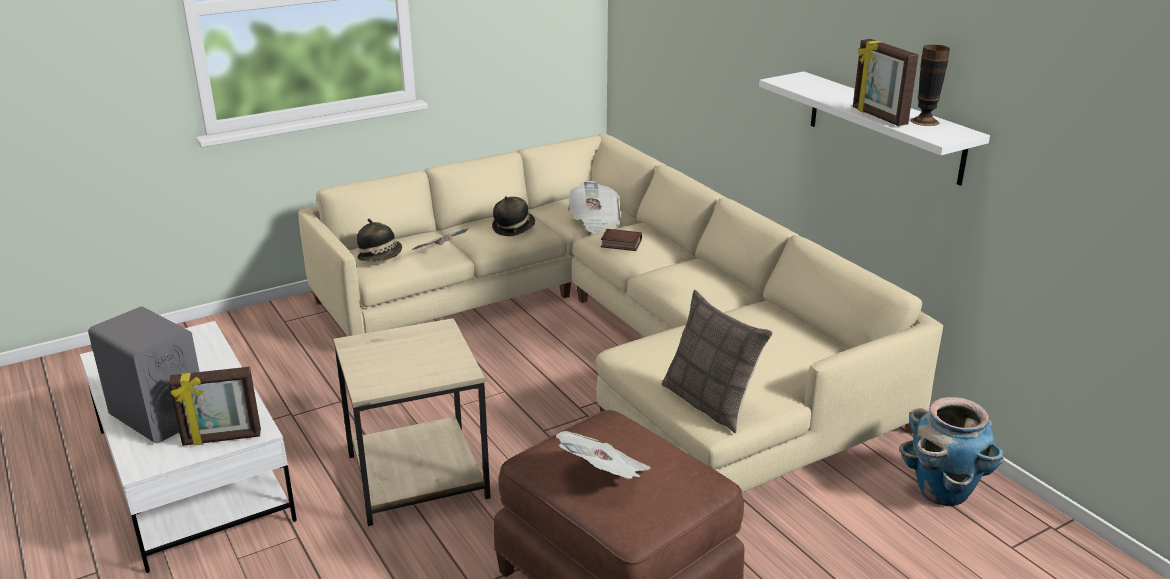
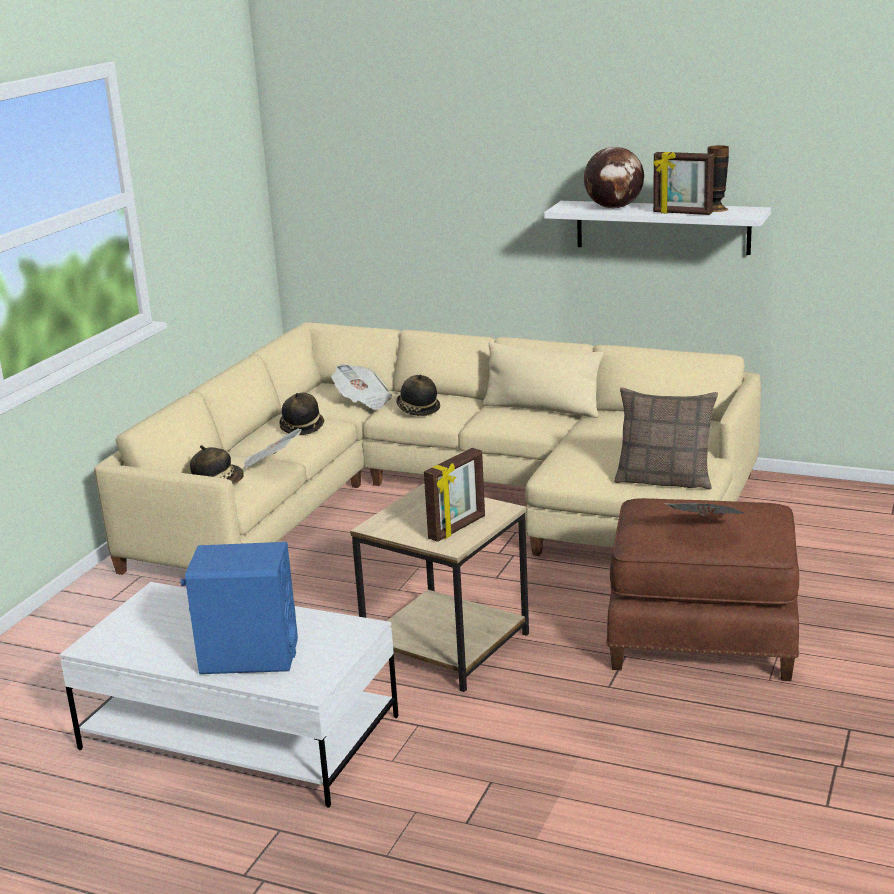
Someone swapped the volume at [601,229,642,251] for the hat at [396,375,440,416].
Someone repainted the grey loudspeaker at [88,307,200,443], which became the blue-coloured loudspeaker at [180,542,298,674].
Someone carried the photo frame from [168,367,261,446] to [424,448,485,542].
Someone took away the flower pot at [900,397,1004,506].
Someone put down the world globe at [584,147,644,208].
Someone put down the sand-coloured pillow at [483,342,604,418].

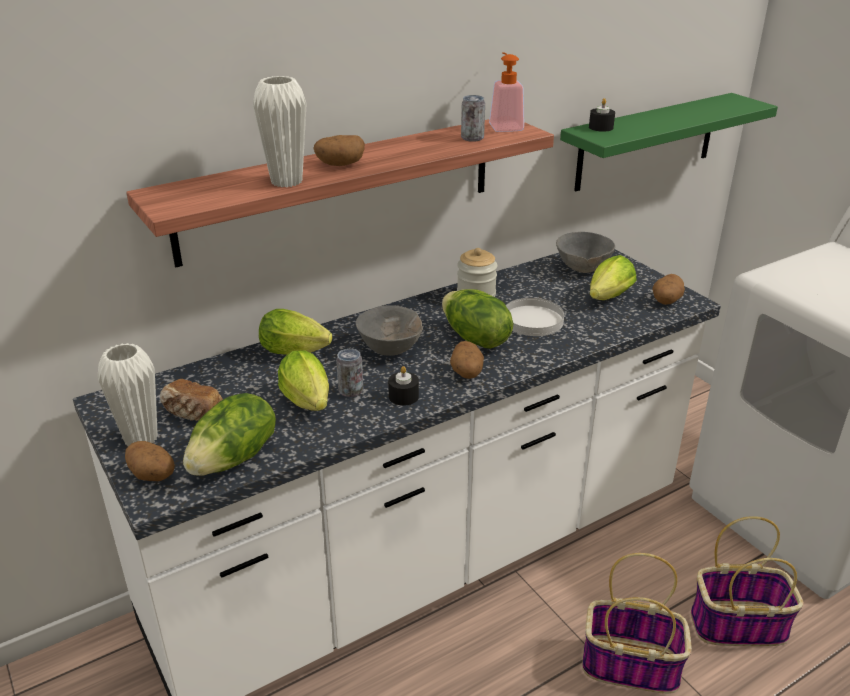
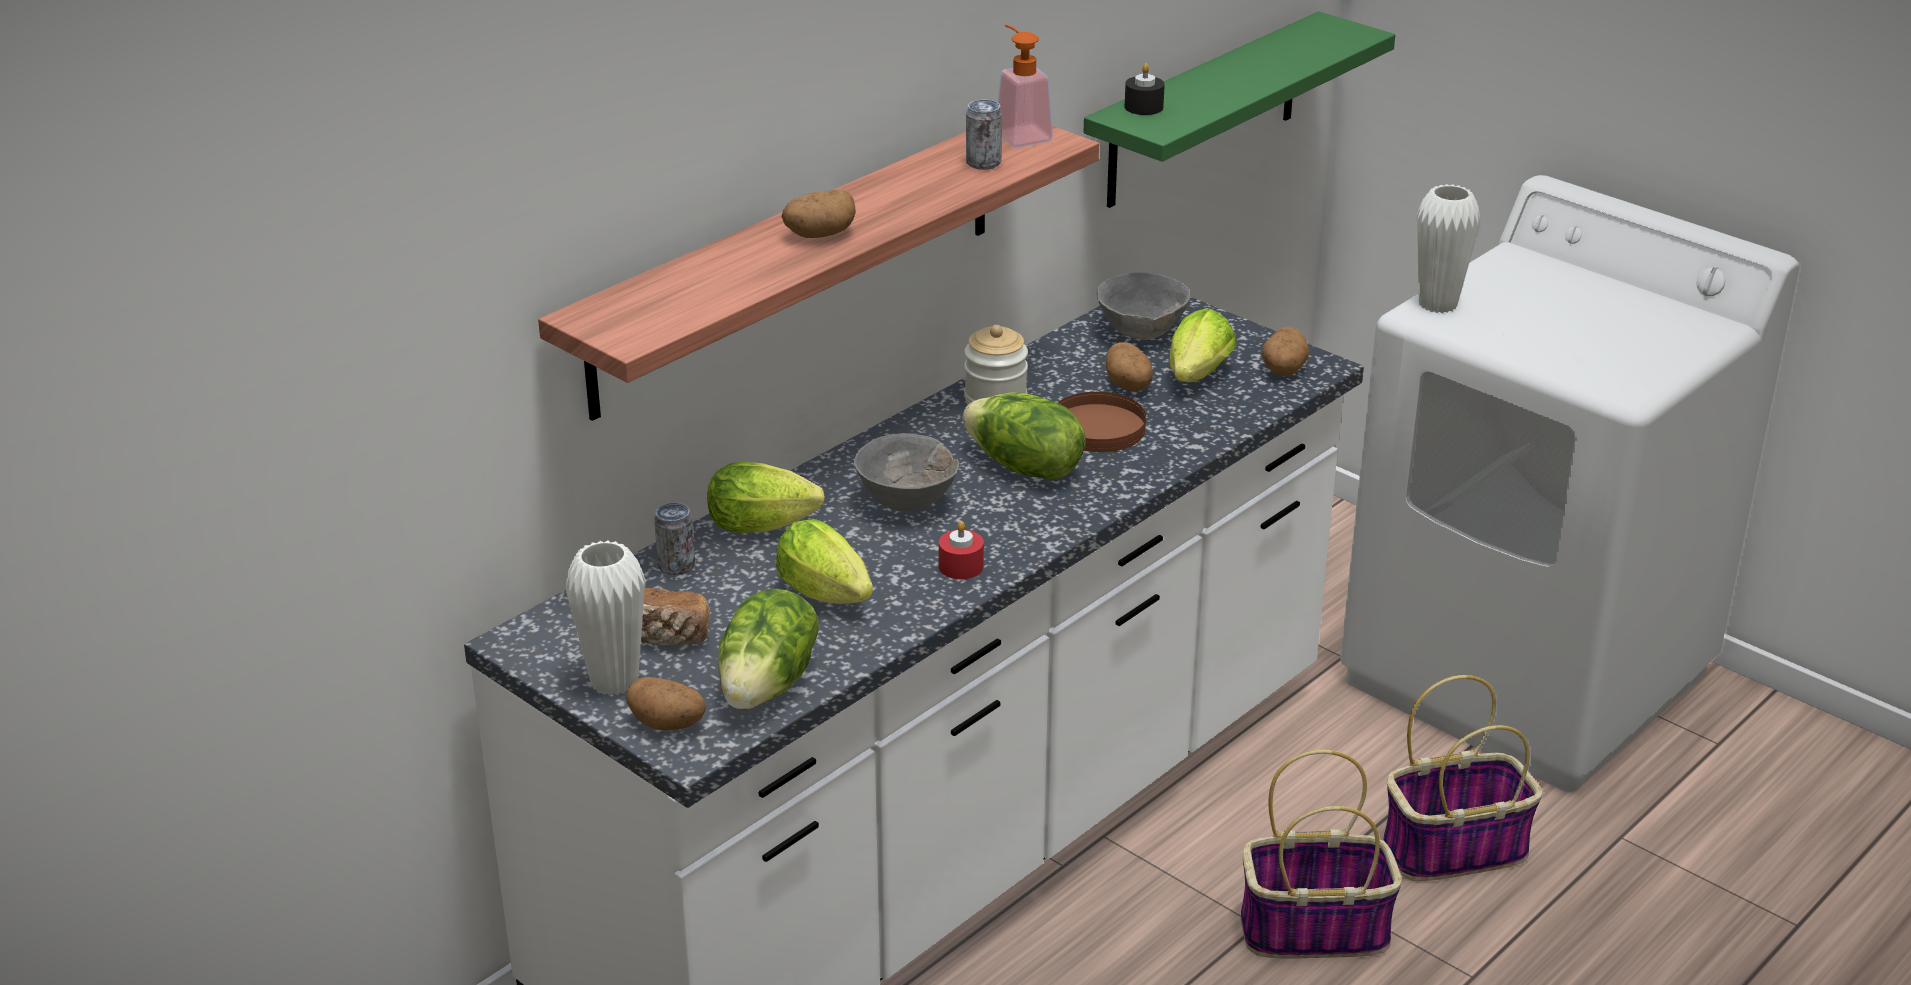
Someone carried the whitish flower vase from [253,76,307,187] to [1416,184,1481,313].
Someone repainted the whitish flat dish at [506,298,564,336], which became the brownish flat dish at [1058,392,1146,452].
Someone carried the whole potato from [450,341,484,379] to [1106,342,1153,391].
Someone carried the metal can from [336,349,363,397] to [654,502,695,575].
Someone repainted the blackish wax light at [388,366,419,406], which became the red-coloured wax light at [939,521,984,579].

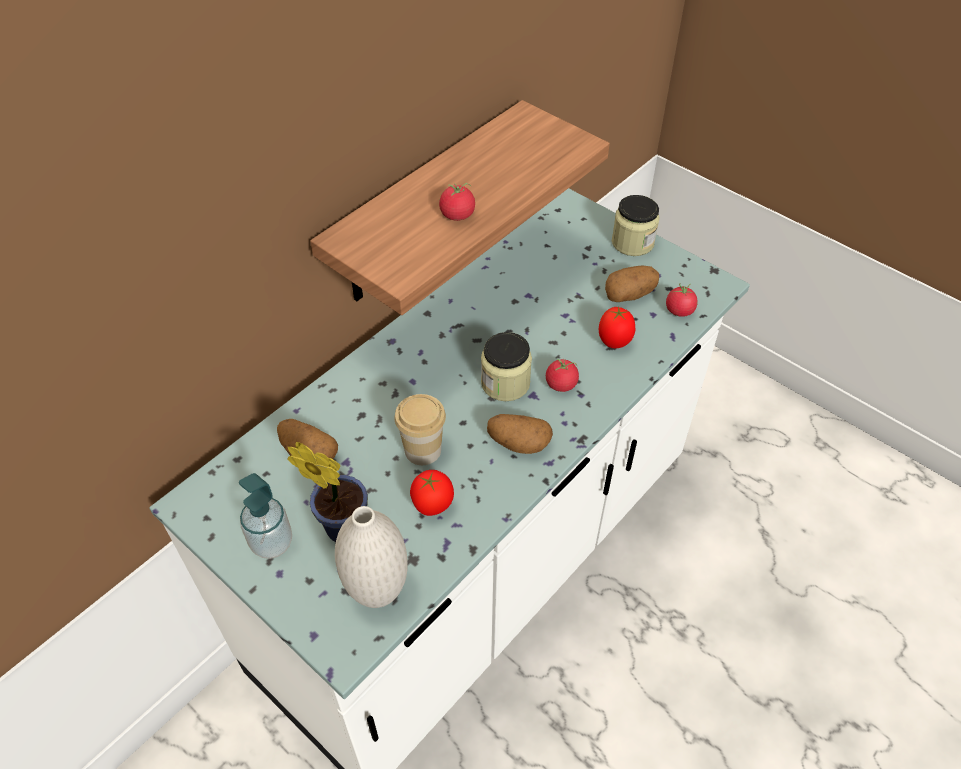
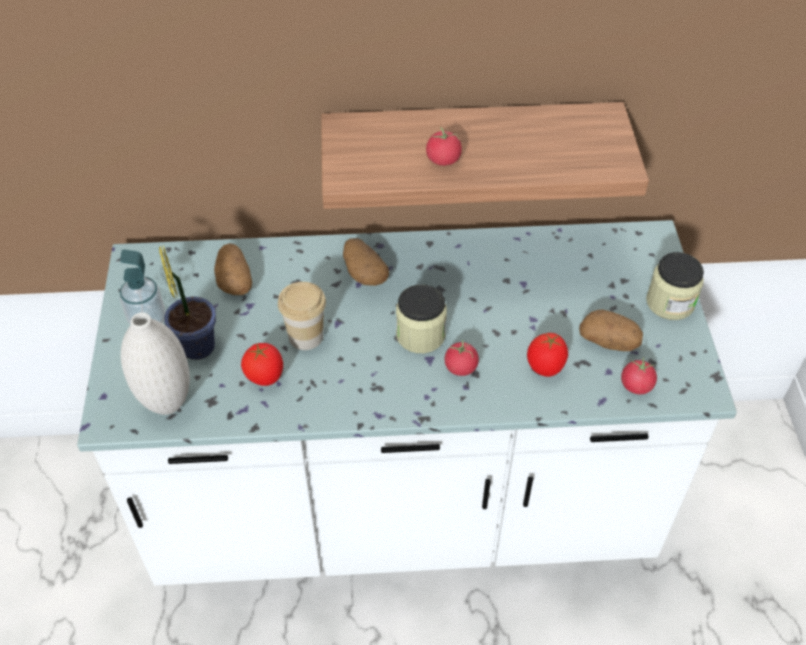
Someone carried the whole potato from [487,414,553,454] to [343,238,389,286].

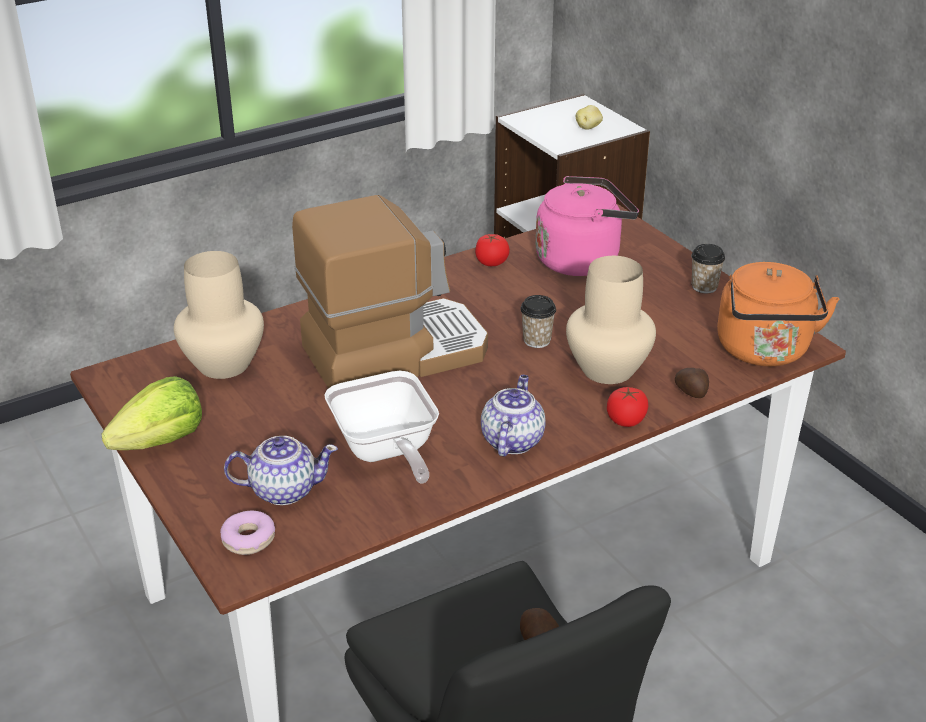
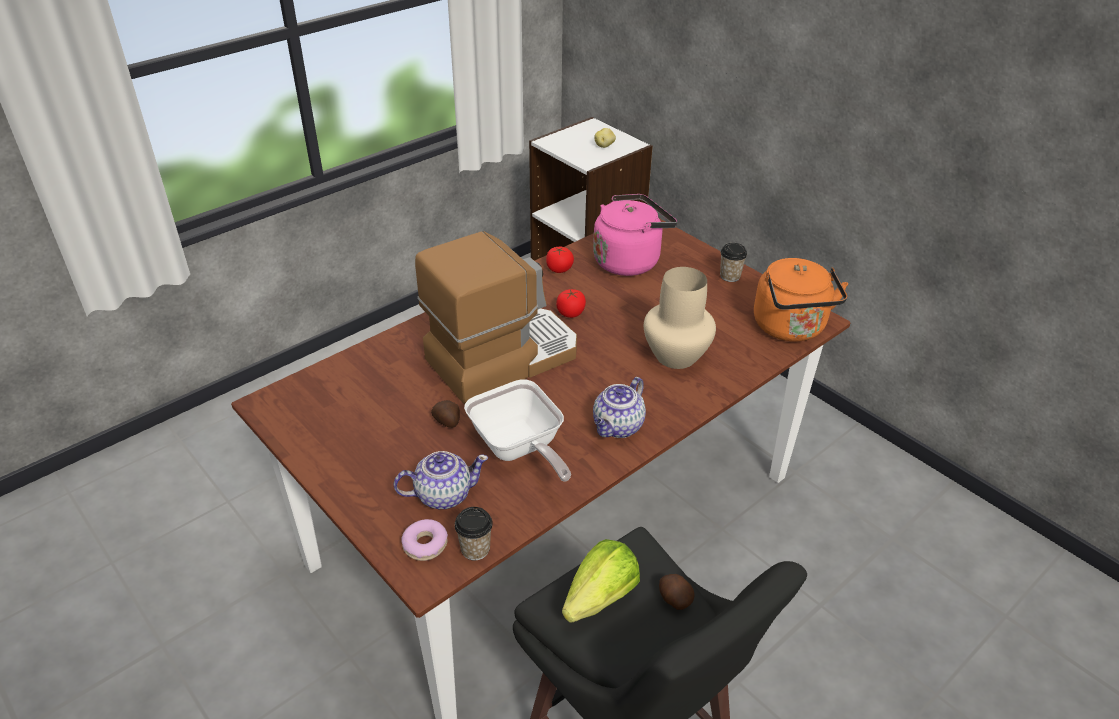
Someone took away the sand-coloured flower vase at [174,251,264,379].
Someone carried the small cup from [520,295,556,348] to [455,507,493,560].
Someone carried the whole potato from [675,368,709,398] to [431,400,460,428].
Someone rotated the teapot at [481,375,546,457] by 150 degrees counterclockwise.
Someone carried the lettuce from [101,376,202,450] to [562,539,640,623].
Someone carried the tomato from [607,387,648,427] to [556,289,586,318].

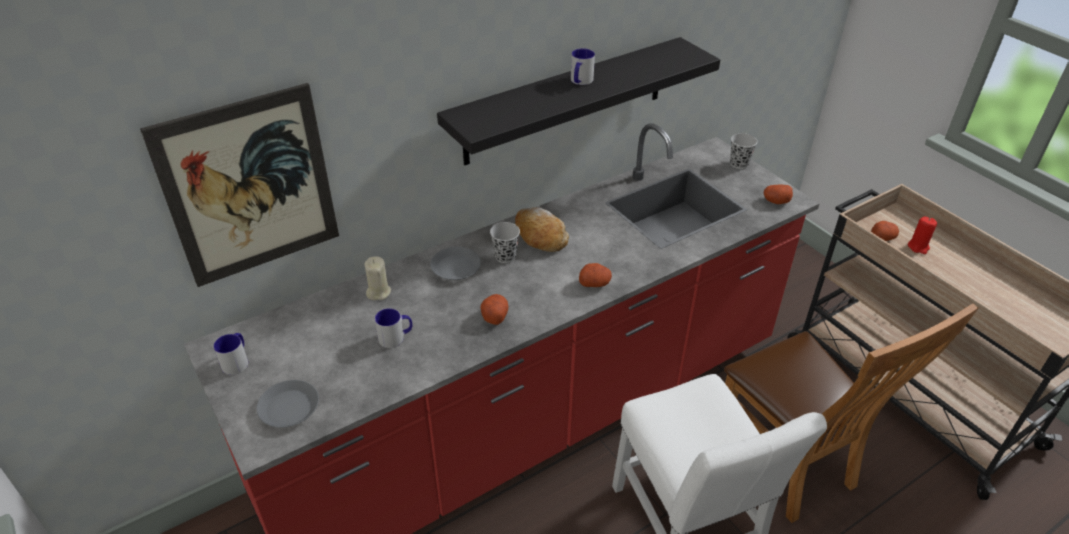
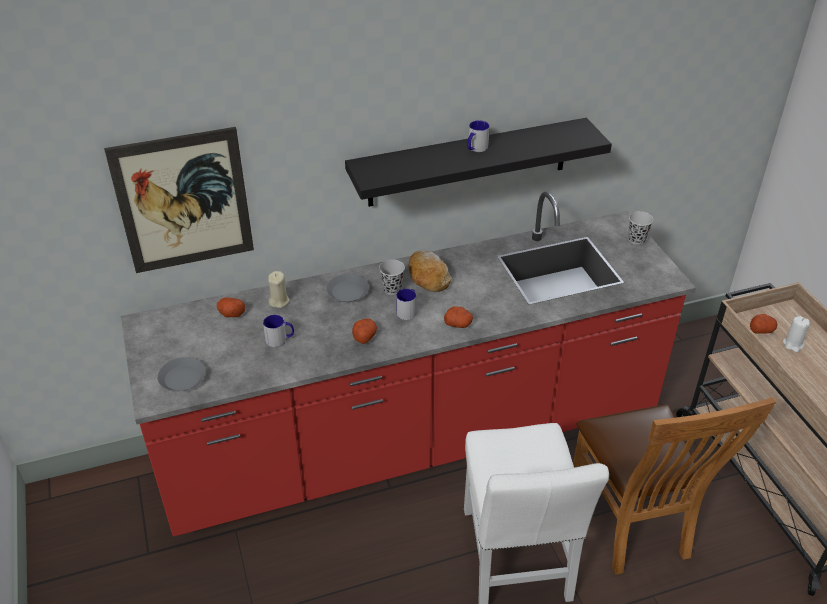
Someone carried the whole potato from [764,184,793,204] to [217,298,245,317].
Someone repainted the red-coloured wax light at [908,216,937,254], which became the whitish wax light at [783,316,810,352].
Someone carried the coffee mug from [214,333,248,375] to [396,289,416,320].

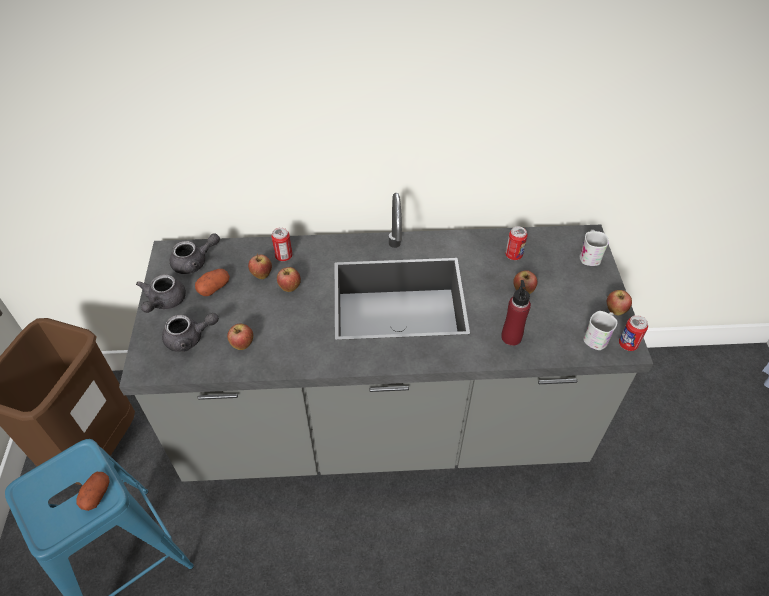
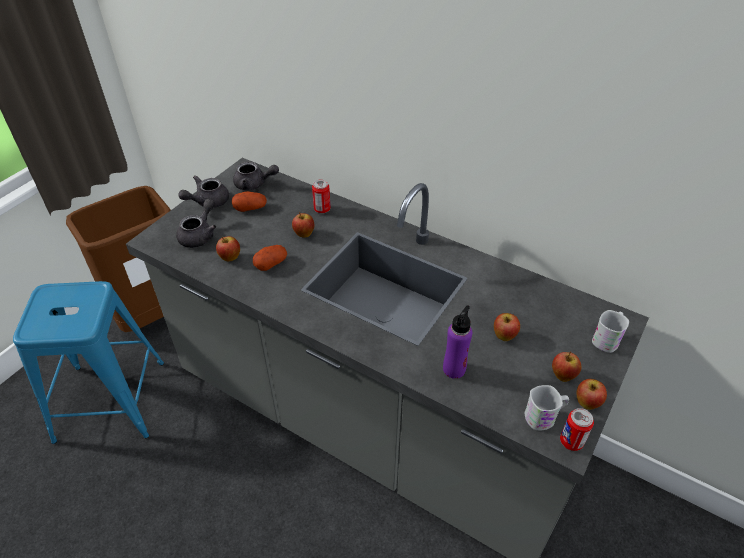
Someone took away the metal can at [505,226,528,260].
Someone carried the apple from [248,254,272,279] to [552,352,582,382].
Someone repainted the red-coloured beverage bottle at [501,280,531,346], which became the purplish beverage bottle at [443,305,472,379].
Someone rotated the grey teapot at [162,313,219,352] by 90 degrees counterclockwise.
Someone carried the whole potato from [76,472,109,511] to [253,245,287,271].

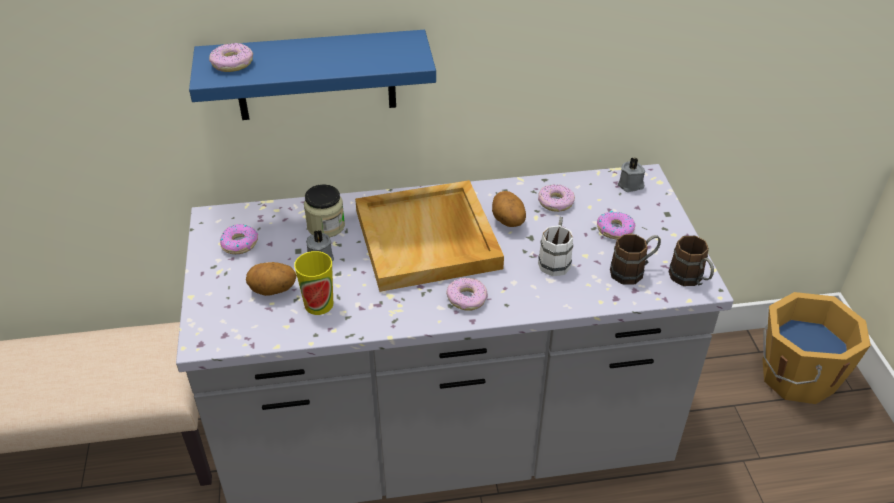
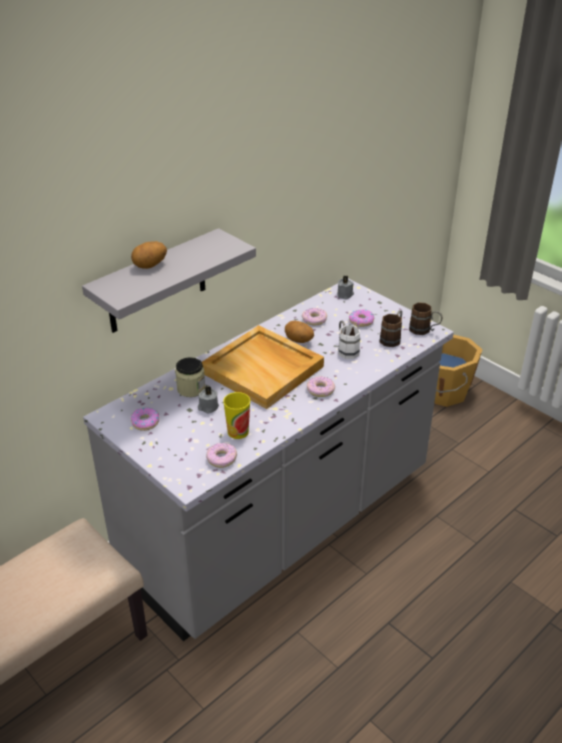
Someone repainted the blue-coloured shelf at [189,30,436,120], which became the grey shelf at [82,228,256,333].
Someone carried the donut from [209,43,253,72] to [206,443,237,468].
Someone carried the whole potato from [246,262,297,296] to [131,241,167,269].

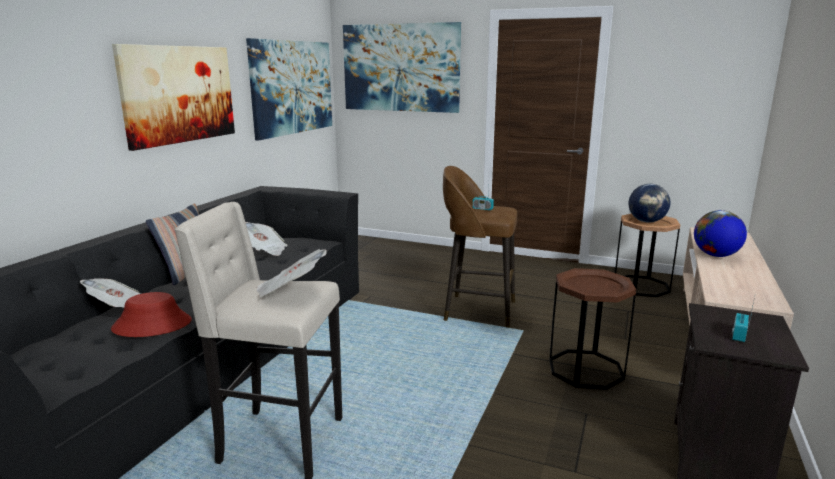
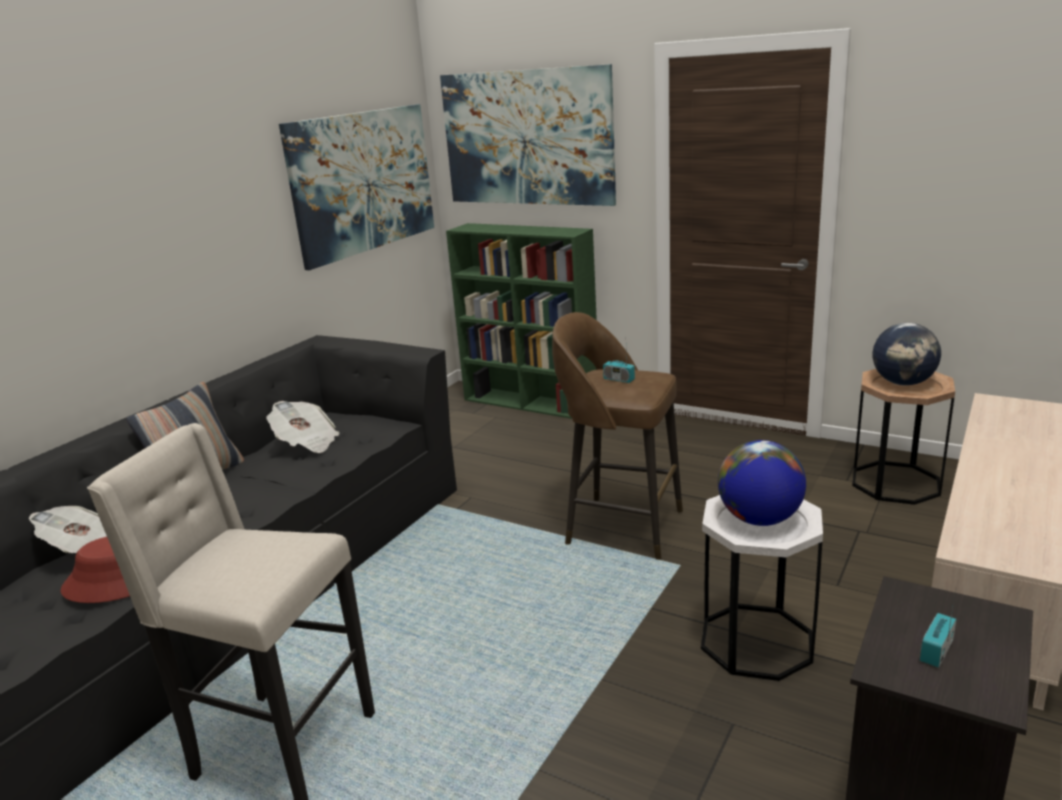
Someone took away the wall picture at [112,44,235,151].
Someone carried the world globe from [694,210,747,257] to [718,440,806,526].
Someone took away the newspaper at [257,249,327,298].
Someone repainted the brownish accent table at [549,268,636,390], which became the whitish accent table at [701,495,823,681].
Someone put down the greenish bookcase at [446,223,597,419].

